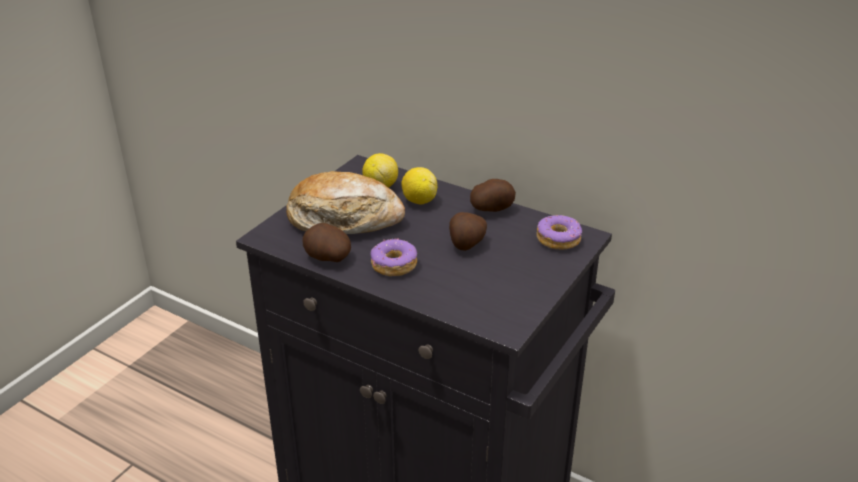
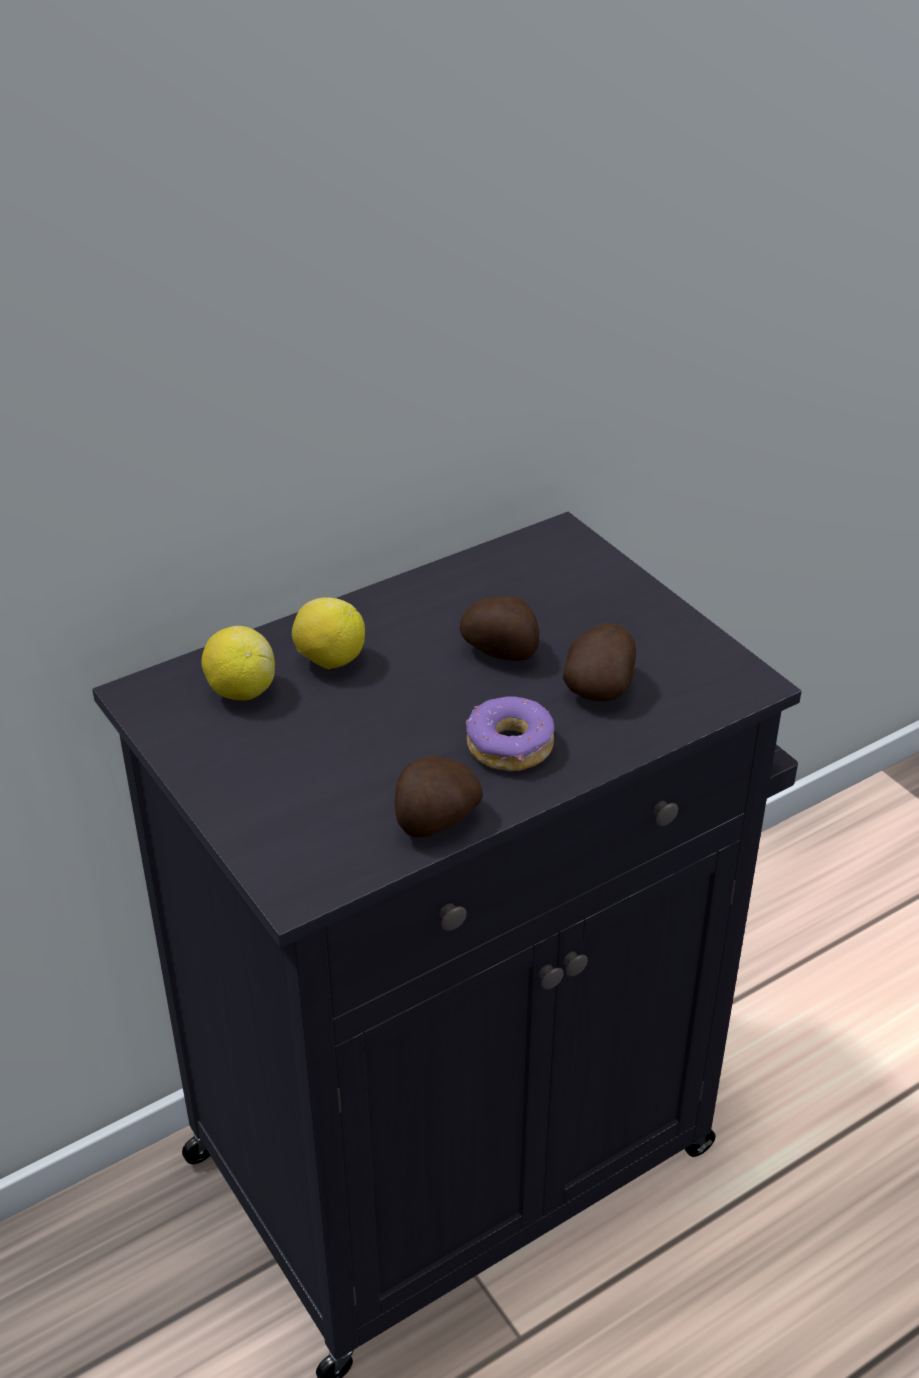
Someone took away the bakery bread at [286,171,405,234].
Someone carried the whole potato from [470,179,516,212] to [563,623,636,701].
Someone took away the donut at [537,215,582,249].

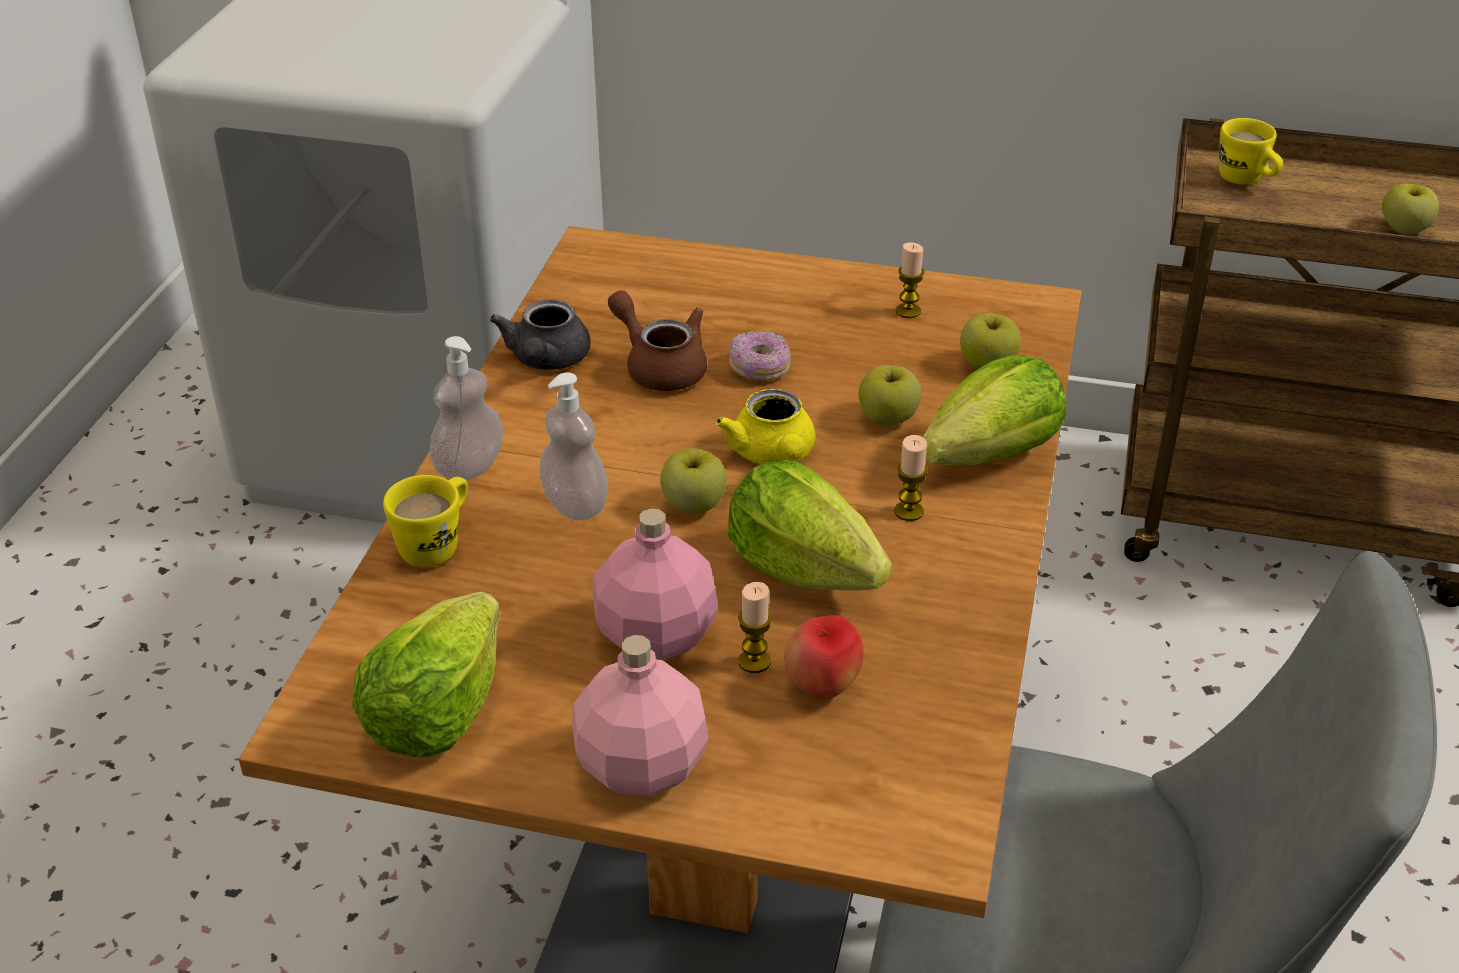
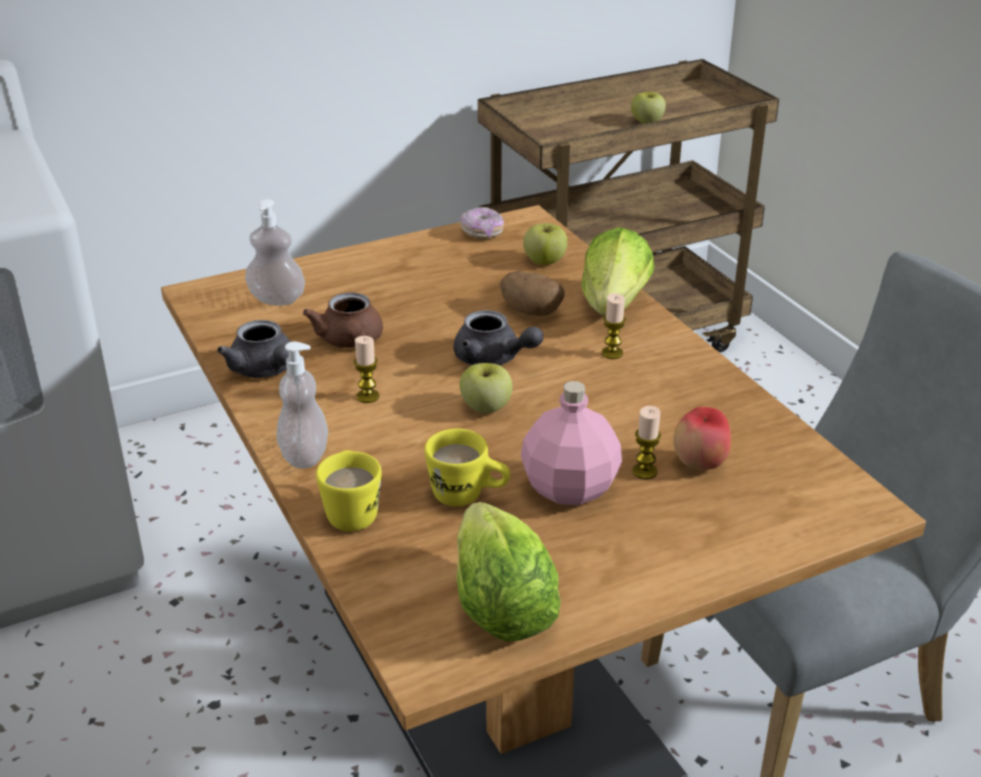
Someone carried the yellow-coloured coffee mug from [1219,118,1283,185] to [425,429,511,506].
Someone carried the wax light from [896,242,924,318] to [354,336,379,403].
Someone rotated the brownish teapot at [608,291,707,391] by 105 degrees counterclockwise.
Someone carried the donut from [729,331,791,381] to [460,207,504,239].
Someone swapped the apple at [859,365,921,425] for the whole potato at [500,271,565,316].
Someone carried the liquid soap bottle from [540,372,608,520] to [245,199,305,306].
Someone repainted the yellow-coloured teapot at [715,389,816,464], which became the grey teapot at [453,310,544,365].
Someone took away the lettuce at [728,460,892,590].
Someone took away the pink-coloured beverage bottle at [572,635,709,797].

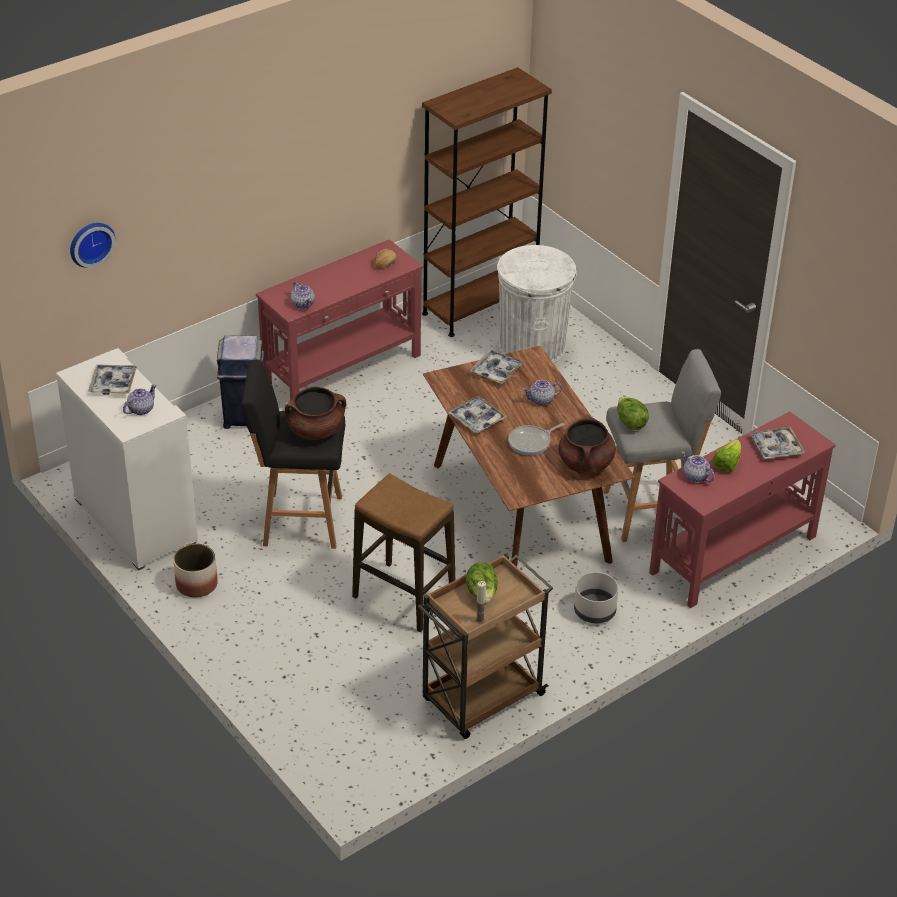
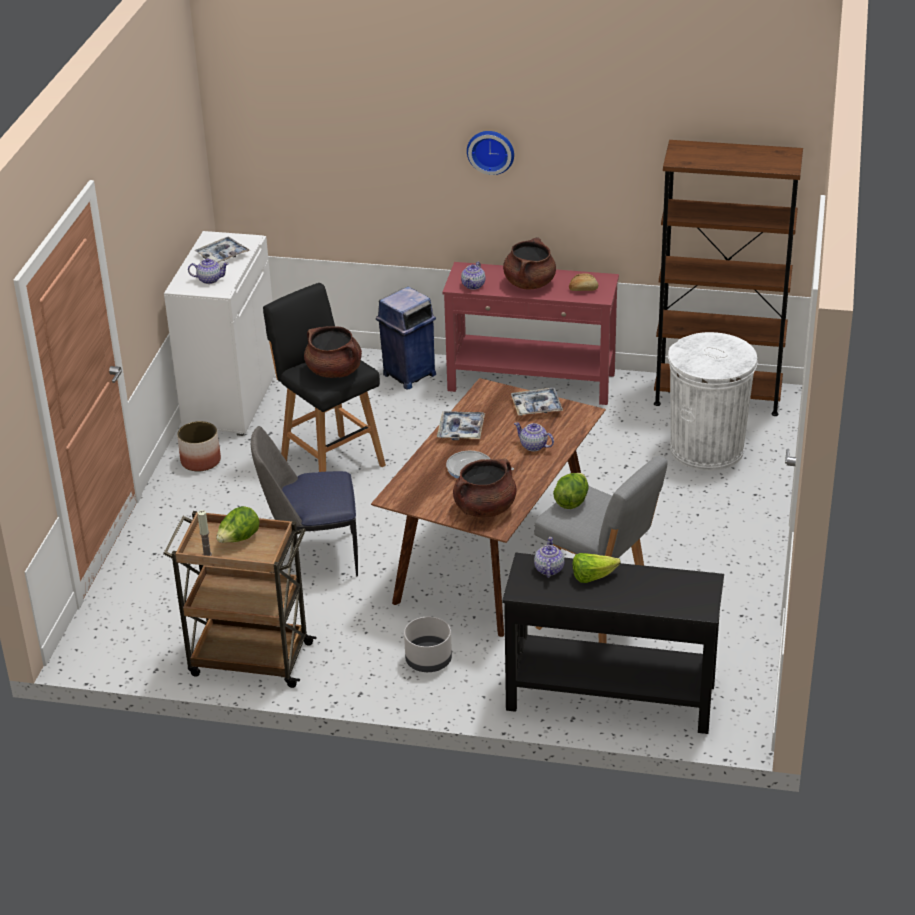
Someone carried the hanging clock from [70,223,115,268] to [467,131,514,175].
Someone repainted the red-coloured console table at [649,411,836,608], which became the blackish console table at [502,553,724,734].
Someone took away the serving tray at [750,427,805,459].
Someone swapped the stool at [352,474,455,632] for the chair at [251,426,358,576].
Someone put down the brownish saucepot at [503,237,556,289].

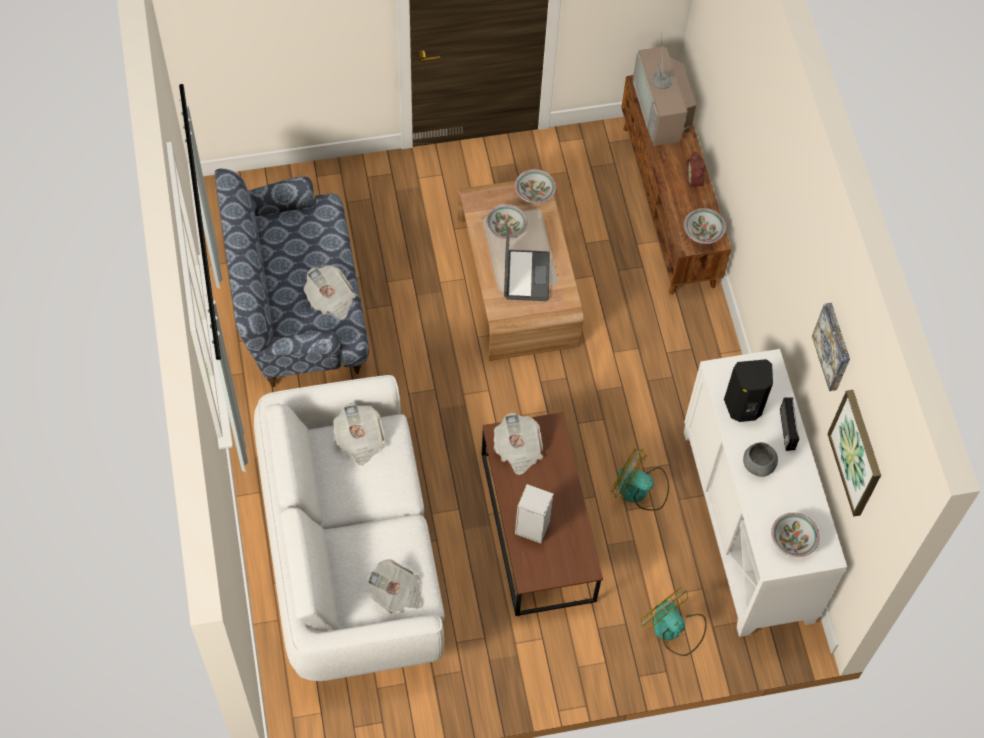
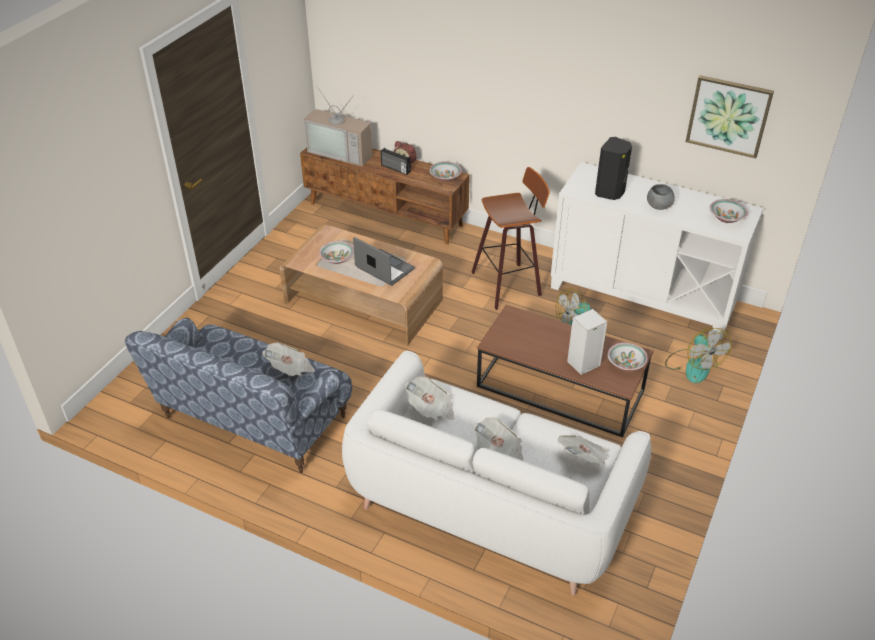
Someone carried the serving bowl from [515,169,556,203] to [608,342,648,371].
Someone took away the wall picture at [812,303,850,391].
Someone carried the radio from [780,397,799,451] to [381,148,411,175].
Someone carried the newspaper from [494,412,543,475] to [474,418,523,461].
Someone rotated the fan at [640,588,707,656] by 105 degrees counterclockwise.
Someone put down the stool at [472,167,550,310].

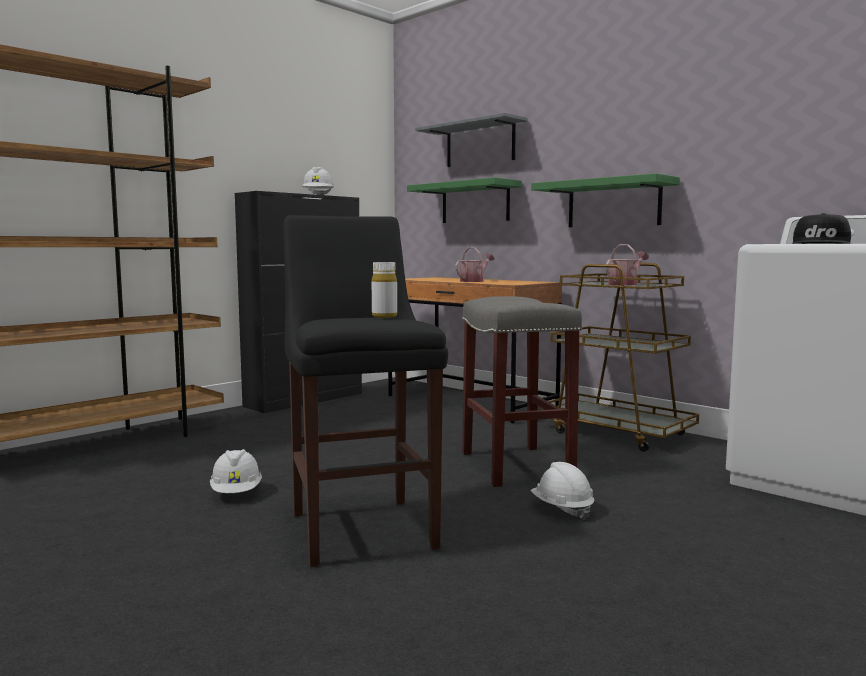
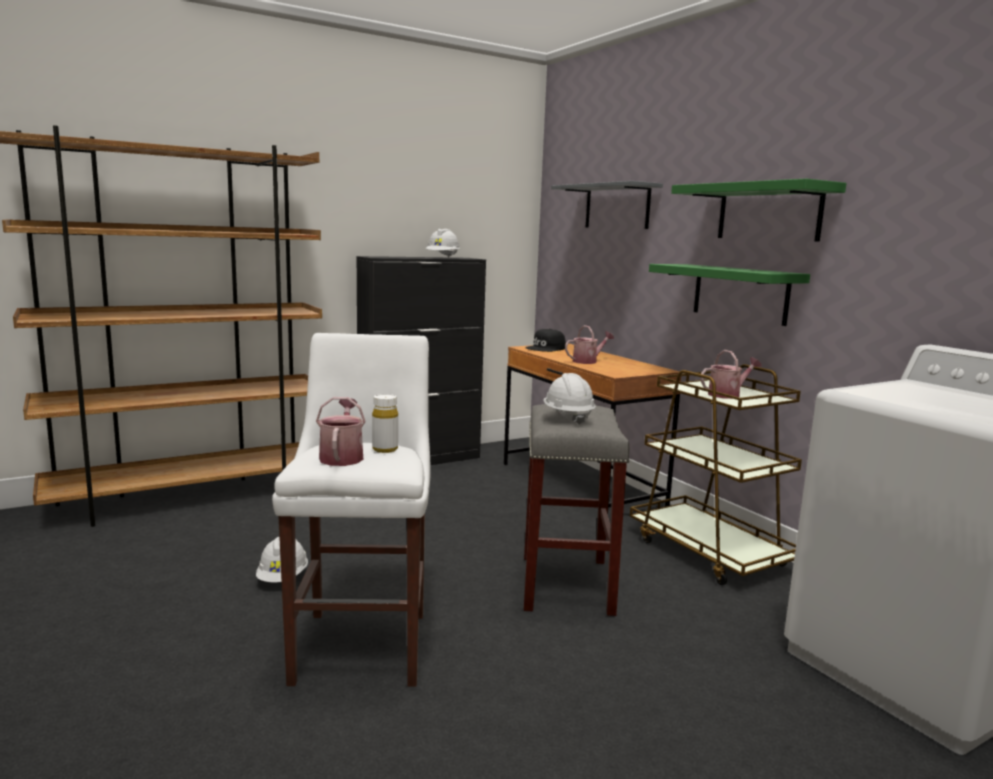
Someone carried the greenish shelf from [407,178,522,223] to [671,179,847,242].
Someone carried the blackish peaked cap from [792,213,851,244] to [526,329,566,352].
Someone repainted the blackish stool at [283,215,448,567], which became the whitish stool at [272,333,431,687].
Someone carried the whitish safety helmet from [531,462,594,520] to [543,373,596,425].
Someone put down the watering pot at [316,397,366,466].

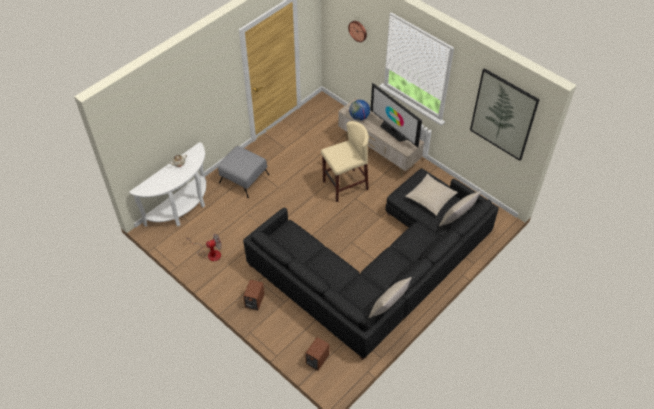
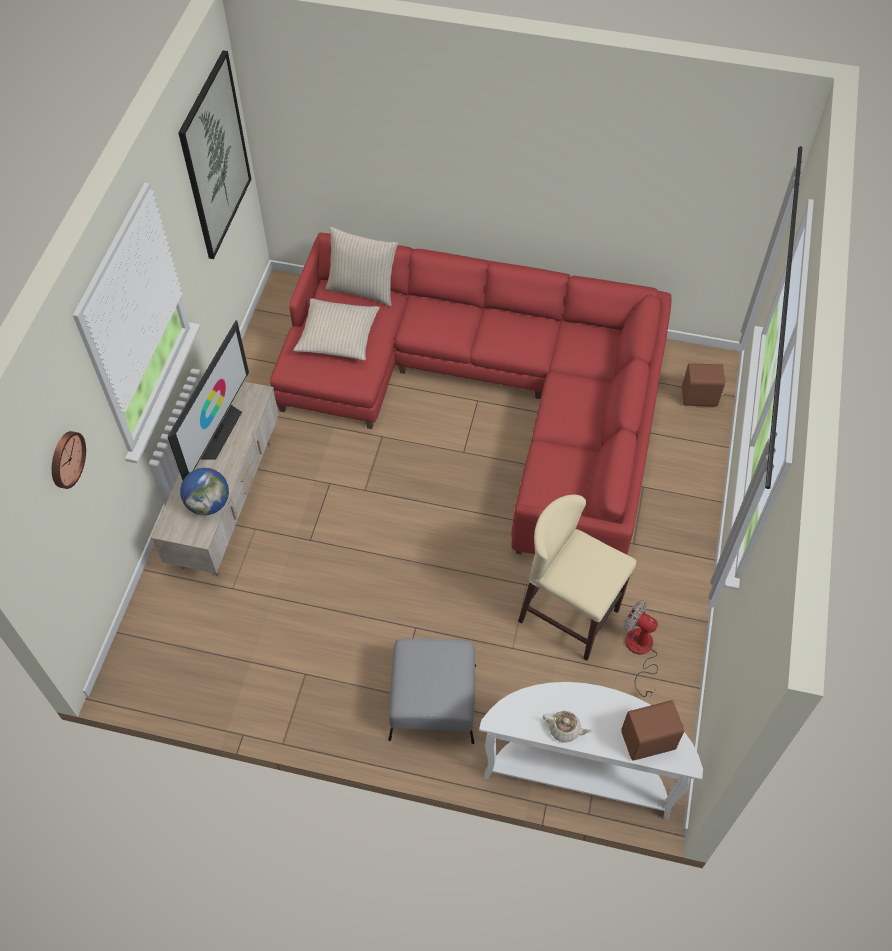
Someone carried the sand-coloured stool from [321,121,369,202] to [518,495,636,661].
Someone repainted the blackish settee at [243,169,499,360], which became the red-coloured settee at [270,233,672,554].
Someone took away the sand-coloured pillow at [369,277,412,318].
Someone carried the brownish loudspeaker from [243,280,265,310] to [621,700,684,761].

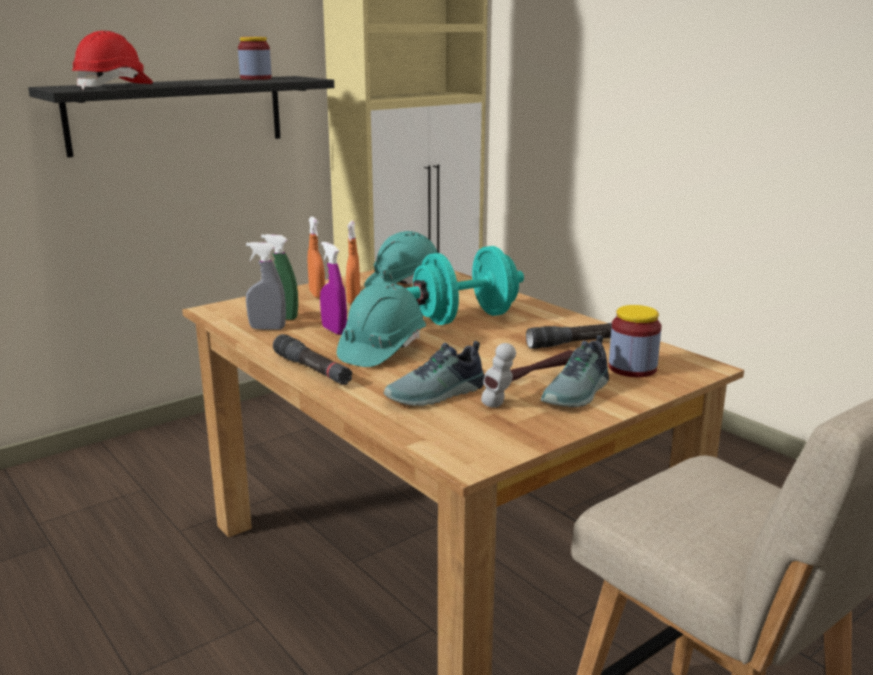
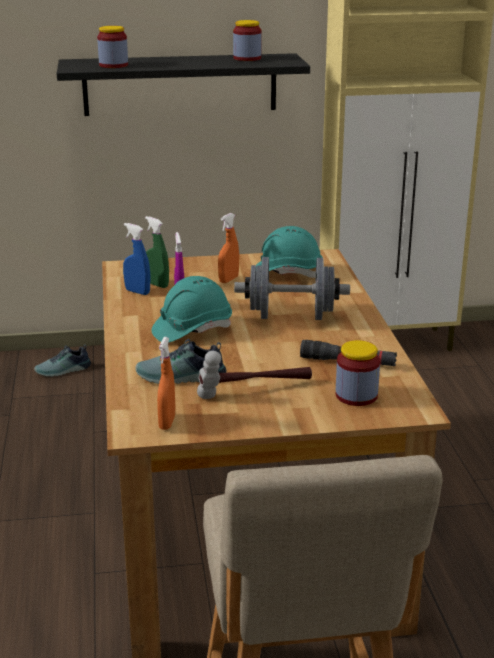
Someone swapped the red-coloured safety helmet at [72,31,153,89] for the preserve jar at [97,26,128,68].
Someone carried the orange spray bottle from [308,217,325,298] to [157,337,175,430].
Someone repainted the grey spray bottle at [246,242,286,330], which became the blue-coloured spray bottle at [123,223,151,295].
Someone repainted the turquoise-coloured dumbbell at [406,246,524,325], which became the grey dumbbell at [234,257,350,320].
Someone took away the blackish torch at [273,334,353,385].
Someone carried the item of footwear from [541,335,609,407] to [34,344,91,377].

